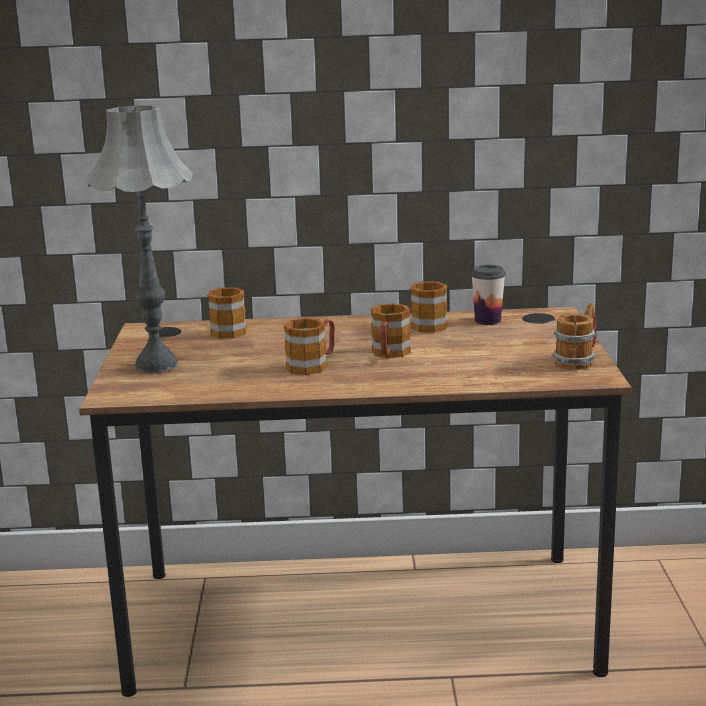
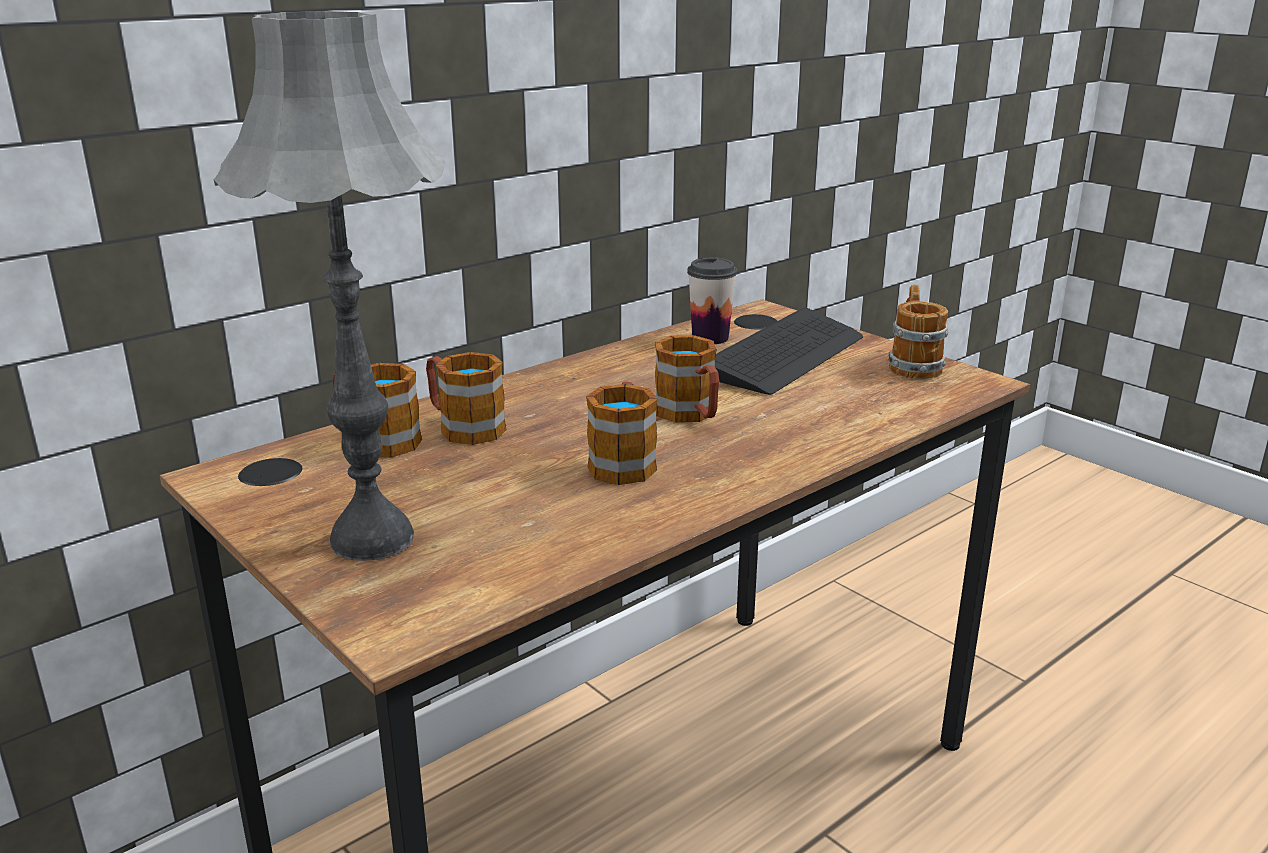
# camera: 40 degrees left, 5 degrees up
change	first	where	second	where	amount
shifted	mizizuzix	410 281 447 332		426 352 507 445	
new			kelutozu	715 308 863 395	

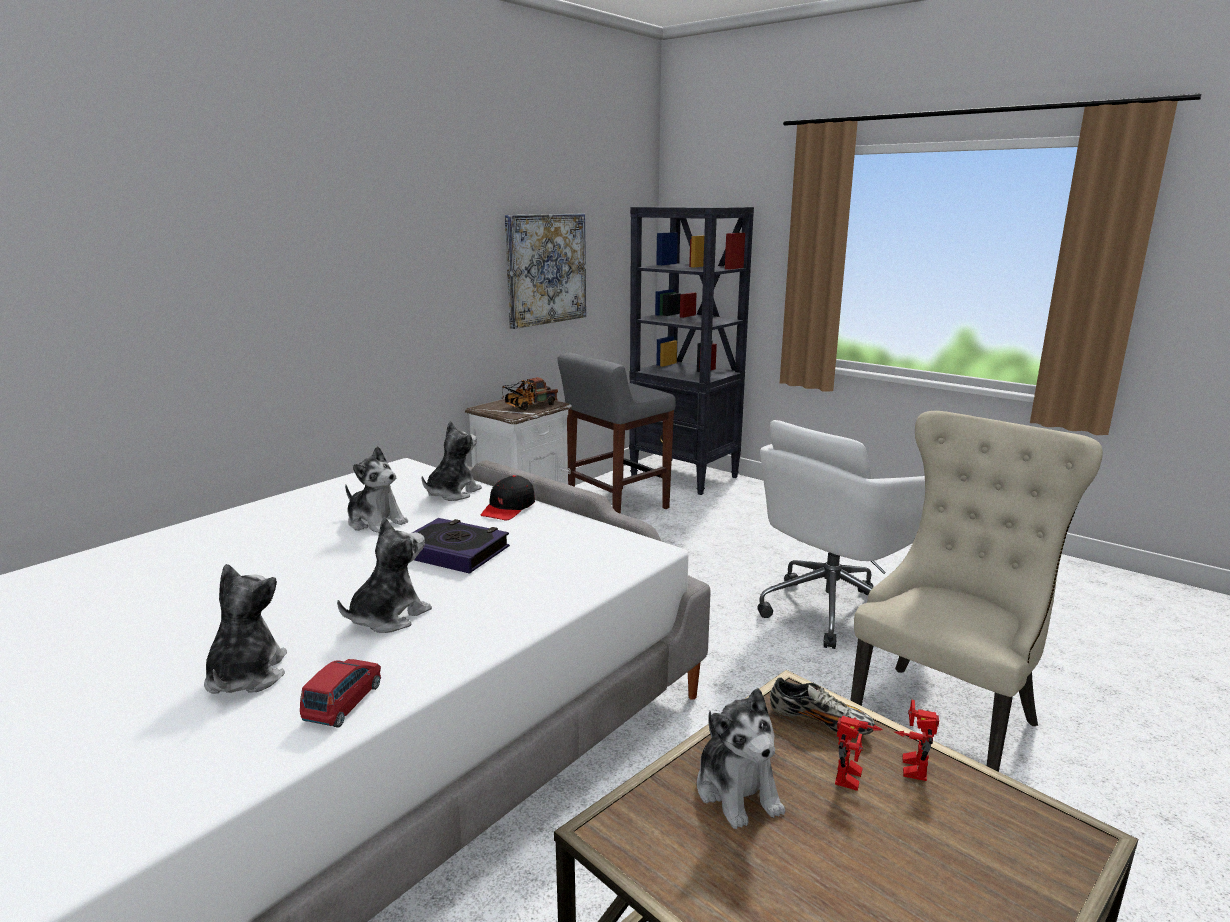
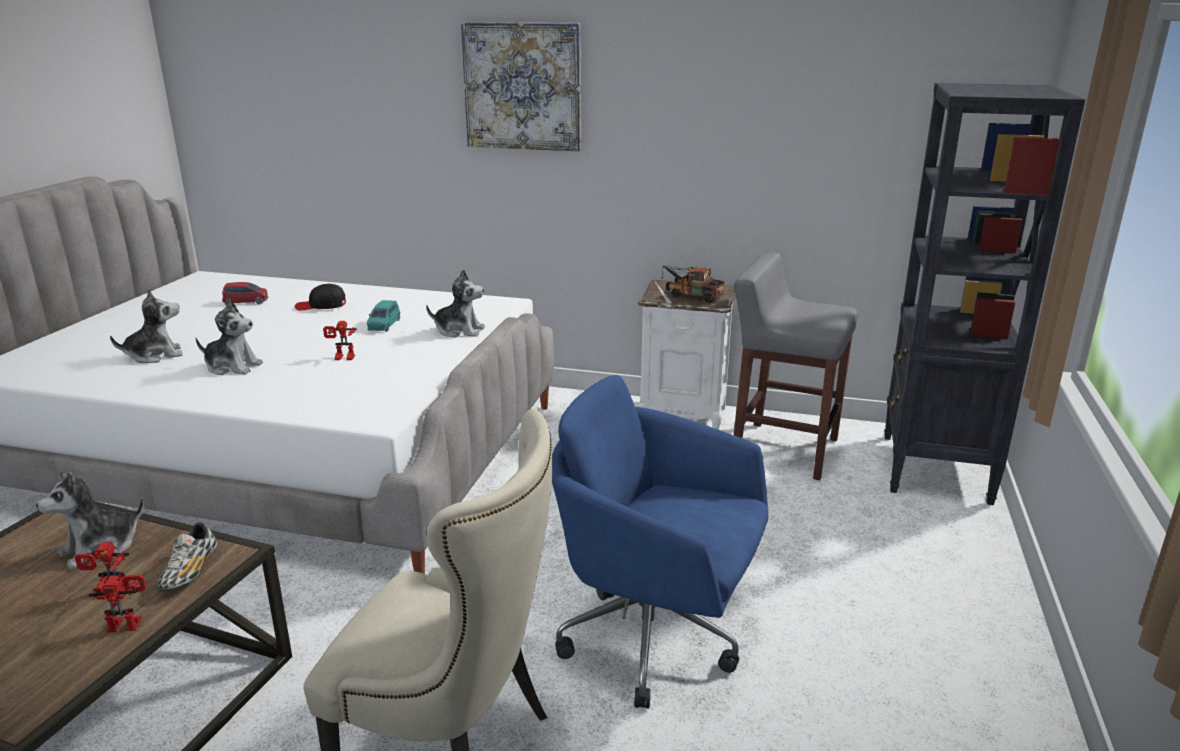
# camera: 65 degrees right, 5 degrees up
change	first	where	second	where	amount
shifted	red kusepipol	300 659 381 728		222 282 268 305	
swapped	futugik	345 446 408 533	turquoise kusepipol	367 300 400 332	
swapped	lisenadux	412 518 510 574	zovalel	323 321 357 360	
shifted	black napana	481 475 535 520		295 283 346 310	
shifted	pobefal	505 213 586 329		461 22 581 151	
repainted	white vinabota	758 420 925 649	blue vinabota	552 375 768 709	

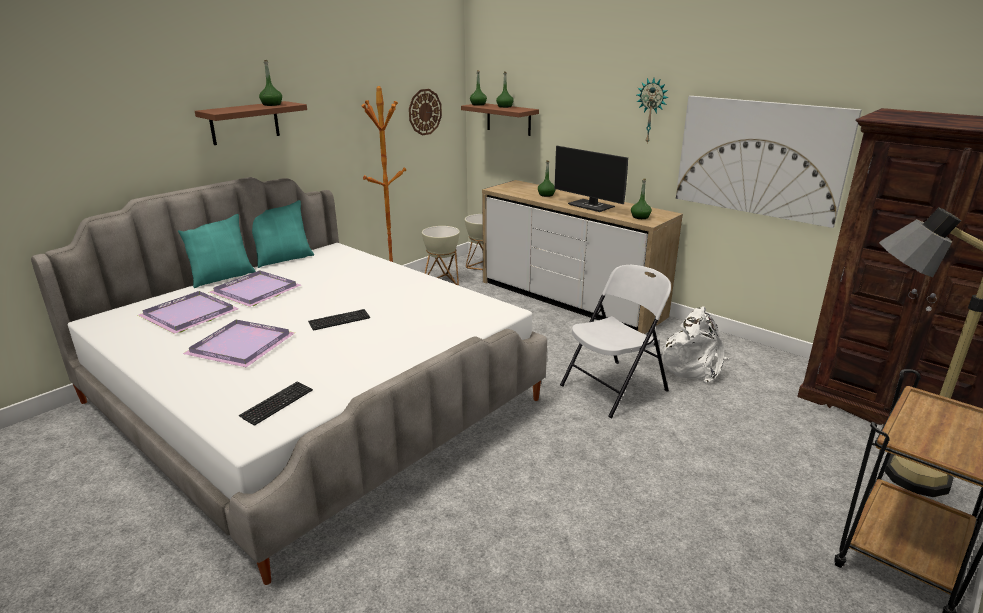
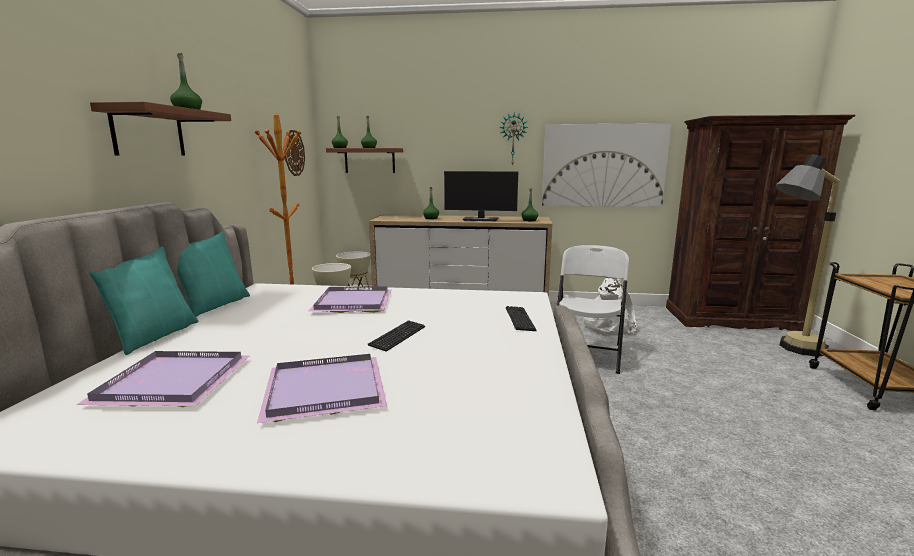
# camera: 35 degrees left, 10 degrees down
change	first	where	second	where	amount
shifted	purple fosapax	209 270 301 307		309 286 392 313	
shifted	kelutozu	239 381 313 426		506 306 537 331	

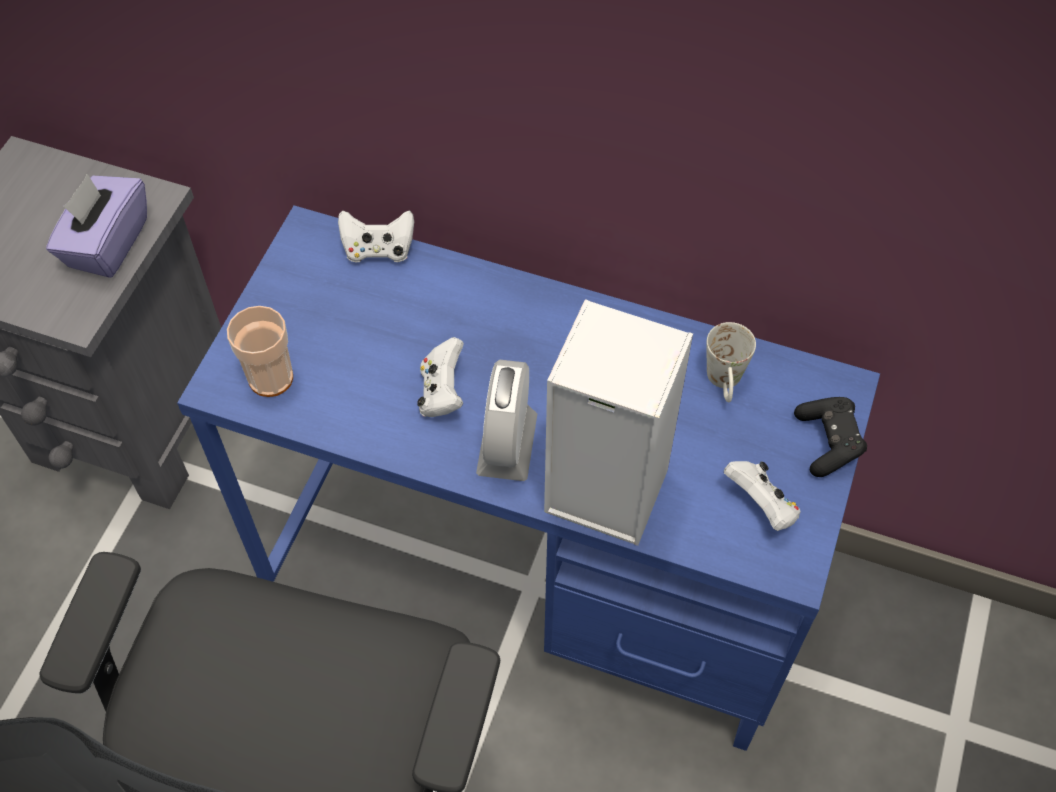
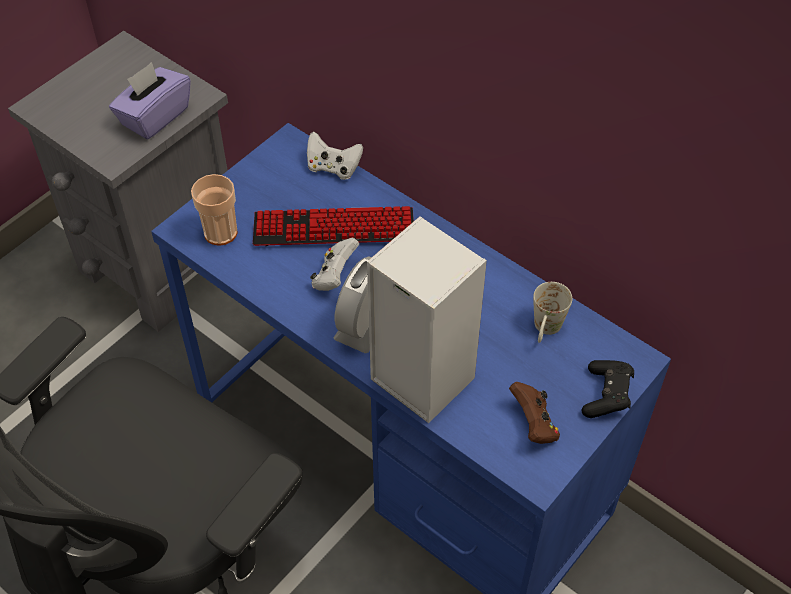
# camera: 20 degrees right, 5 degrees down
change	first	where	second	where	amount
repainted	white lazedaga	724 461 801 531	brown lazedaga	509 382 560 444	
new			kelutozu	253 206 414 246	

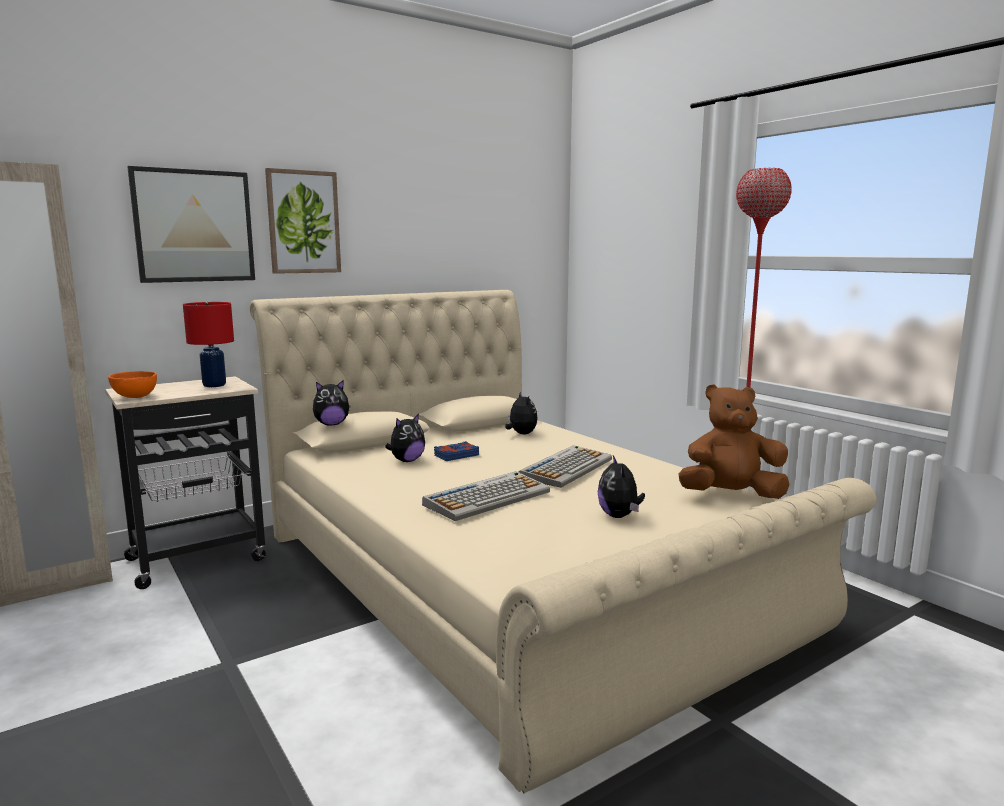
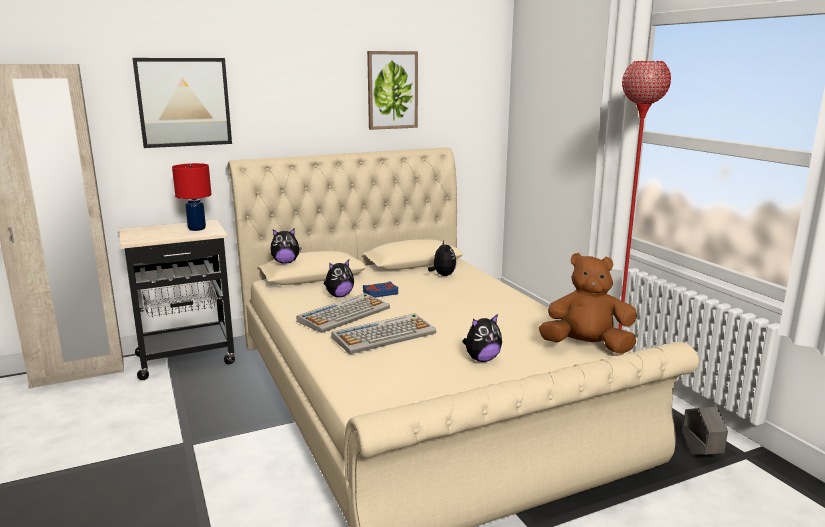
# camera: 10 degrees right, 5 degrees up
change	first	where	second	where	amount
gone	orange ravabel	108 371 157 398			
shifted	pobefal	265 168 341 274		367 51 418 130	
shifted	kelutozu	518 445 612 488		297 293 390 333	
rotated	futugik	598 455 645 518		462 314 502 362	120 degrees counterclockwise
new			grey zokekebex	682 407 728 455	

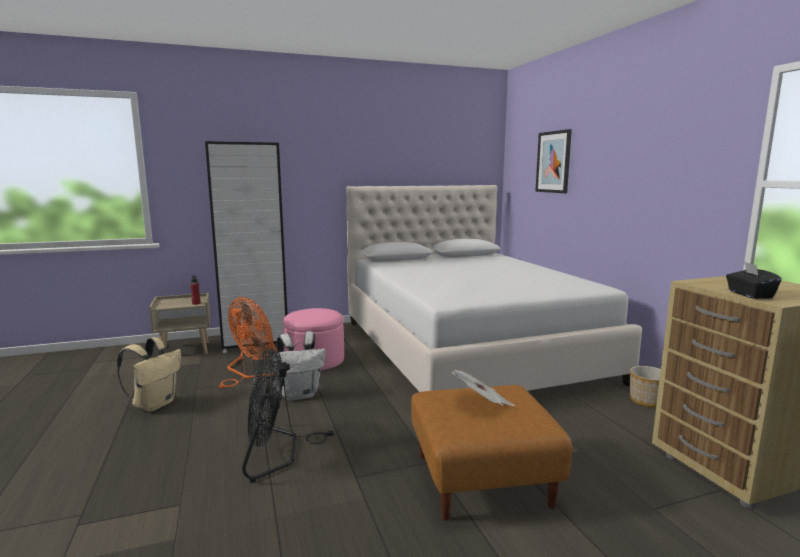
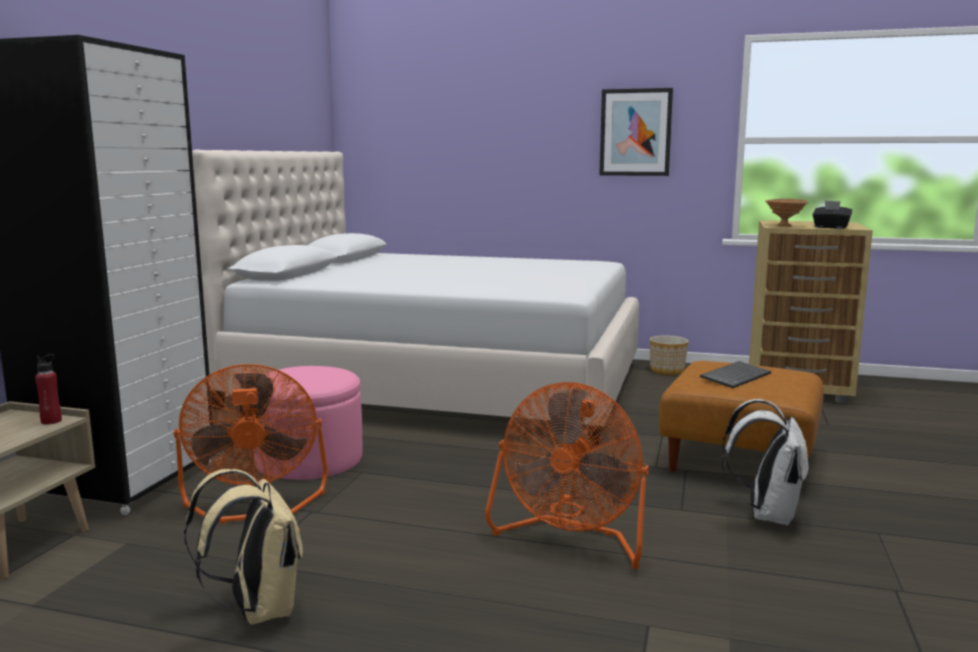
# camera: 55 degrees left, 0 degrees up
change	first	where	second	where	amount
repainted	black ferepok	242 348 335 483	orange ferepok	485 382 649 569	
shifted	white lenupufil	274 331 326 401		722 399 809 526	
swapped	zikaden	451 370 515 406	kelutozu	700 361 771 388	
shifted	pobefal	535 129 572 193		599 88 673 176	
new			brown ravabel	765 199 808 226	

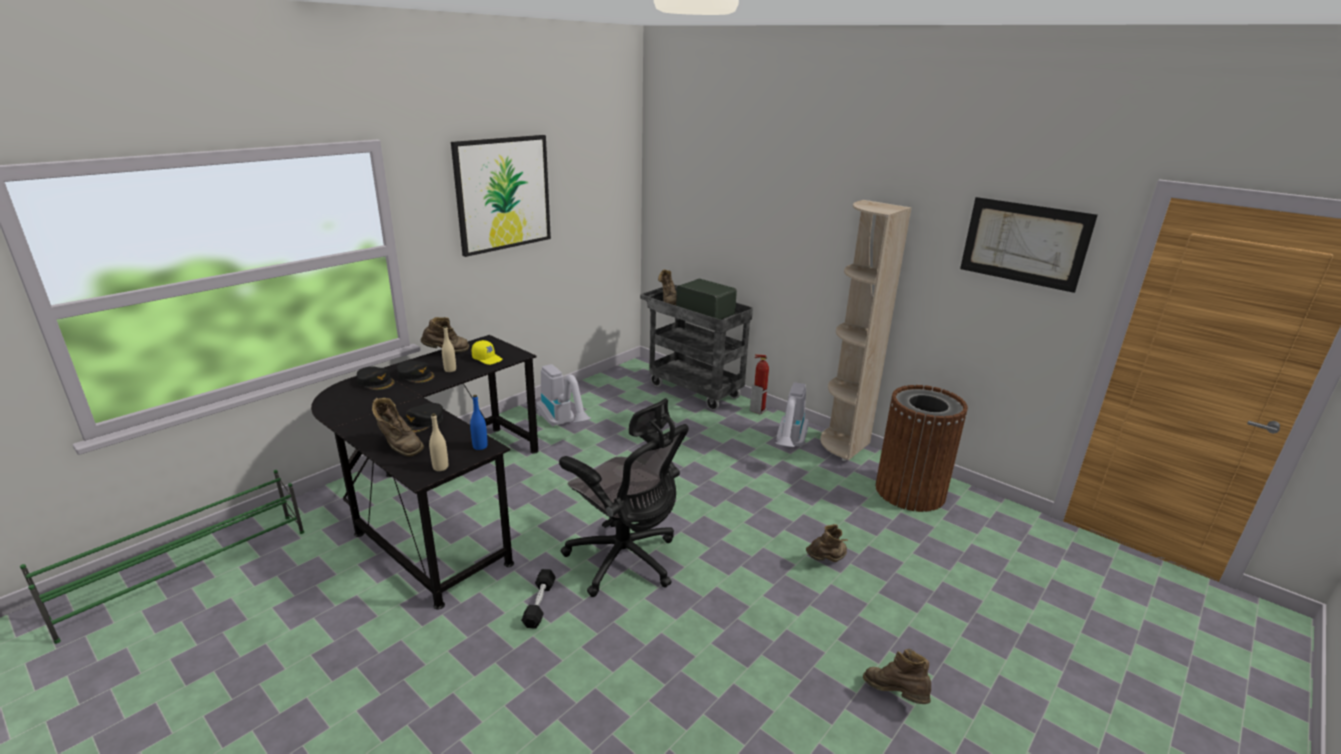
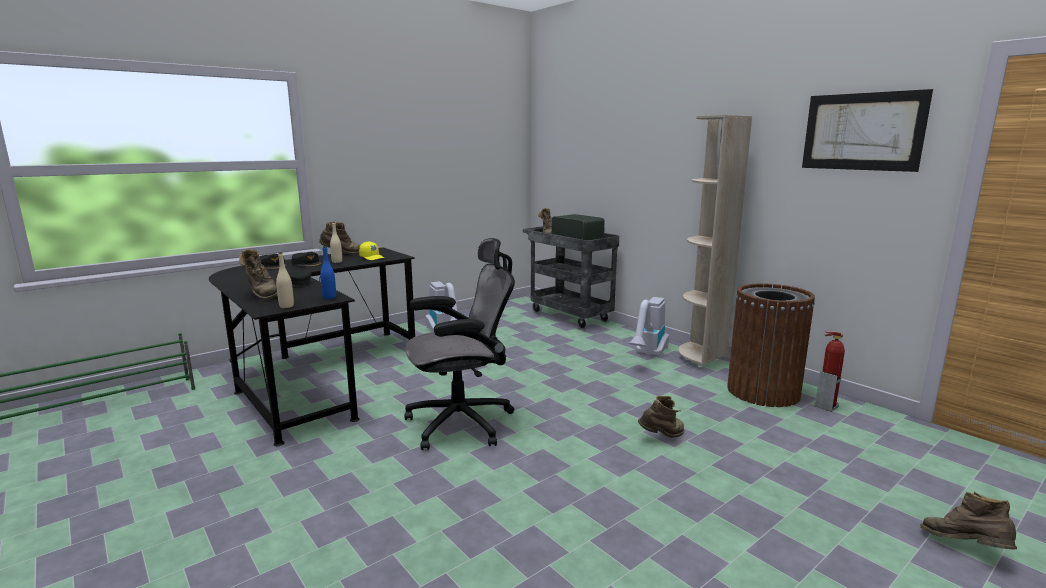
# camera: 10 degrees right, 10 degrees down
change	first	where	second	where	amount
gone	pobefal	451 135 551 257			
gone	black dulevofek	521 569 556 629			
rotated	vinabota	559 398 689 597		404 238 515 450	75 degrees counterclockwise
shifted	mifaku	750 354 769 415		815 331 845 412	
shifted	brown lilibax	863 649 931 704		920 492 1017 549	

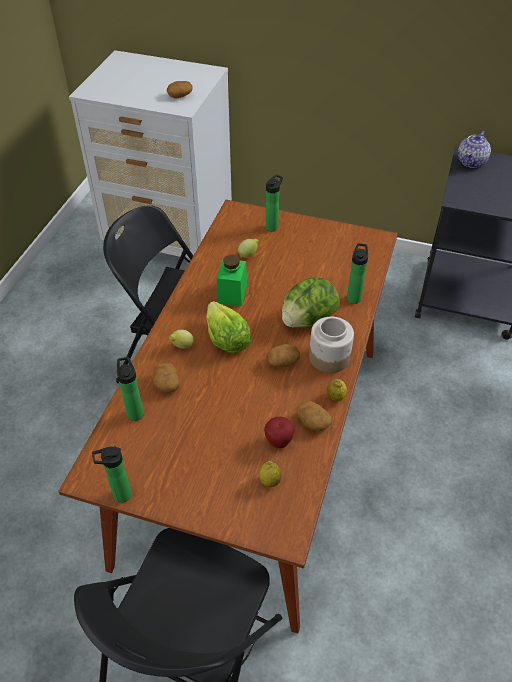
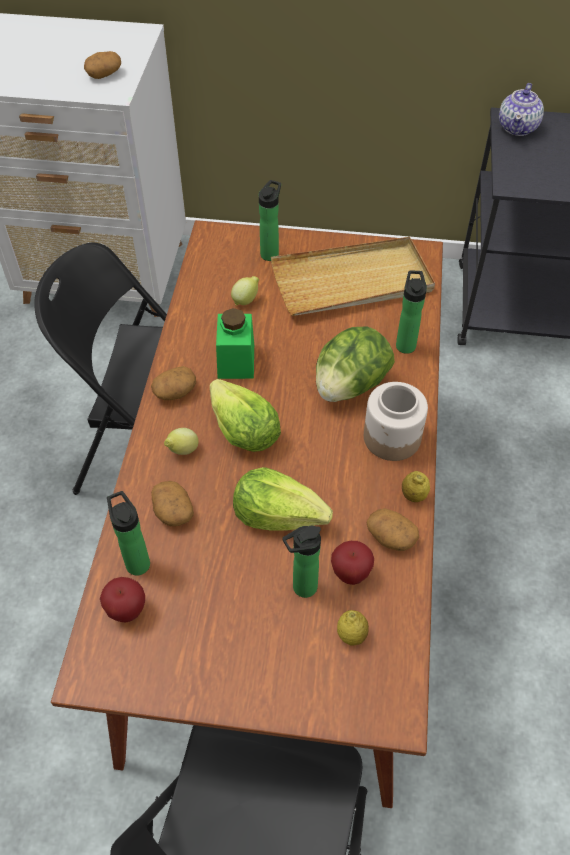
# camera: 10 degrees left, 5 degrees up
change	first	where	second	where	amount
shifted	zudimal	92 446 132 503		282 526 321 598	
shifted	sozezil	266 344 300 368		151 366 196 400	
new			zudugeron	100 577 145 623	
new			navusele	233 467 333 530	
new			beige fosapax	271 237 435 316	

